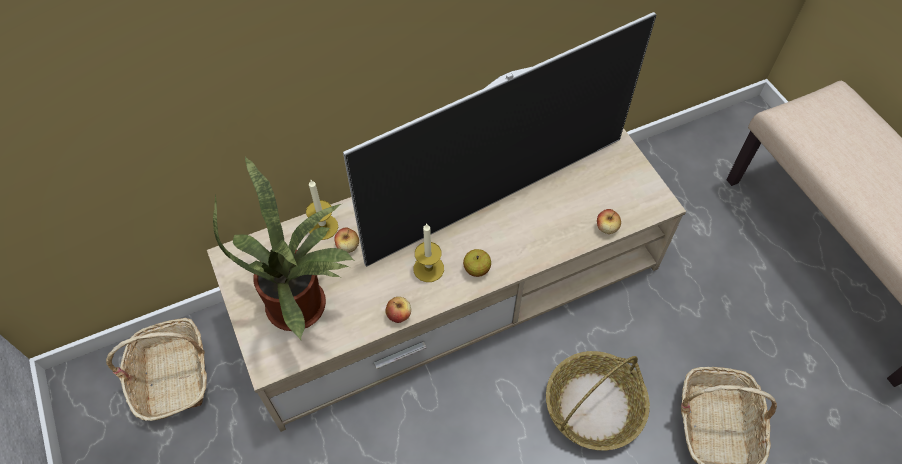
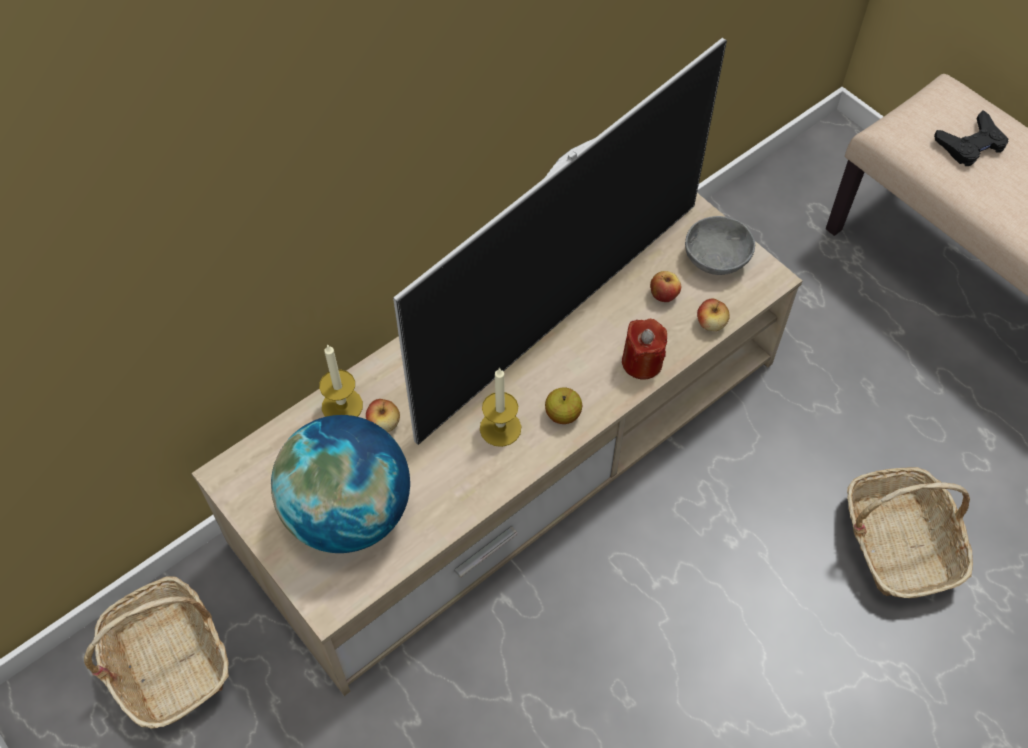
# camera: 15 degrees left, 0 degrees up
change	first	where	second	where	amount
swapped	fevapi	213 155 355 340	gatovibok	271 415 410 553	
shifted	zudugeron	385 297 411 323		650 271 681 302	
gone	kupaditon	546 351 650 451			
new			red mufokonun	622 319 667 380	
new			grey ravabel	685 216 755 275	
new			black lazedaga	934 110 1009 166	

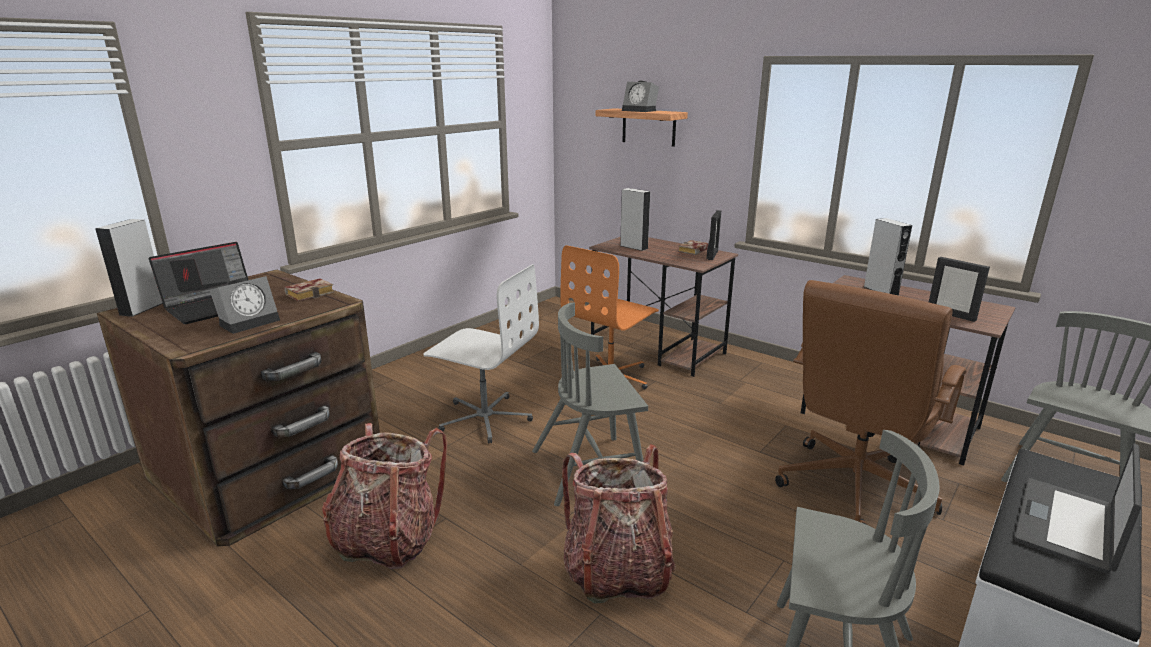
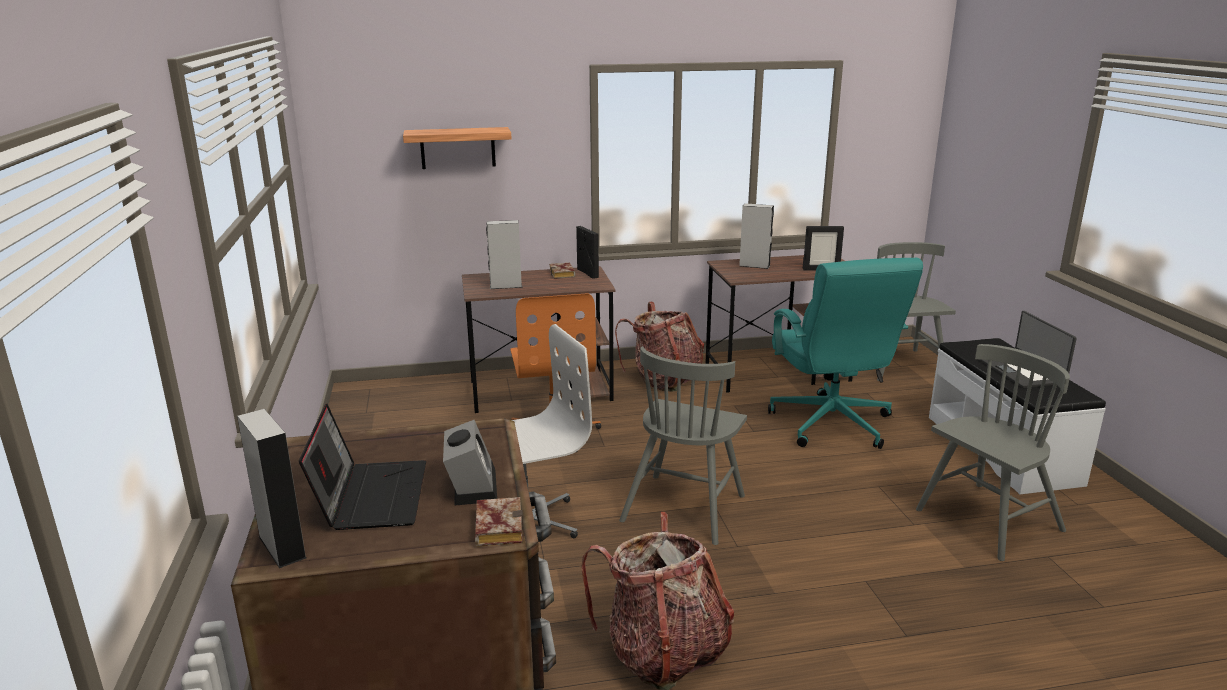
# camera: 50 degrees left, 0 degrees up
change	first	where	second	where	amount
shifted	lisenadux	284 279 334 302		475 497 523 547	
shifted	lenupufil	562 444 676 604		615 302 704 392	
gone	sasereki	622 81 659 112			
repainted	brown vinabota	775 280 967 525	turquoise vinabota	768 258 923 449	

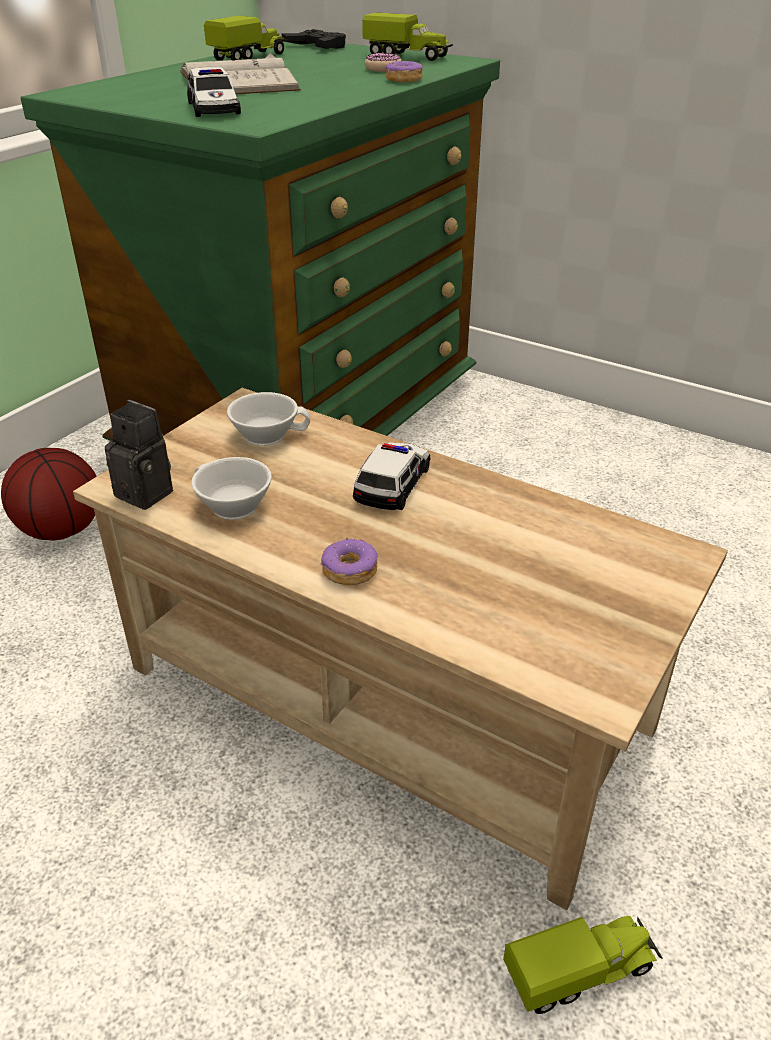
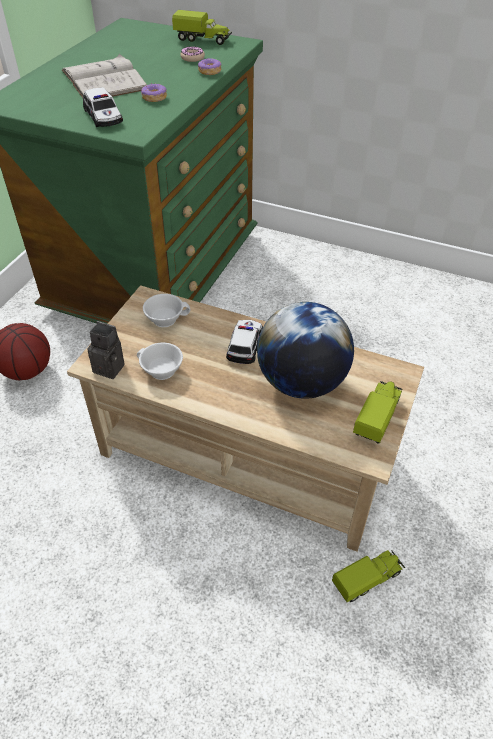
# camera: 10 degrees left, 10 degrees up
change	first	where	second	where	amount
shifted	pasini	204 16 287 61		353 381 402 444	
gone	black lazedaga	282 29 346 49			
shifted	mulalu	321 537 378 586		141 83 167 102	
new			gatovibok	257 302 354 399	

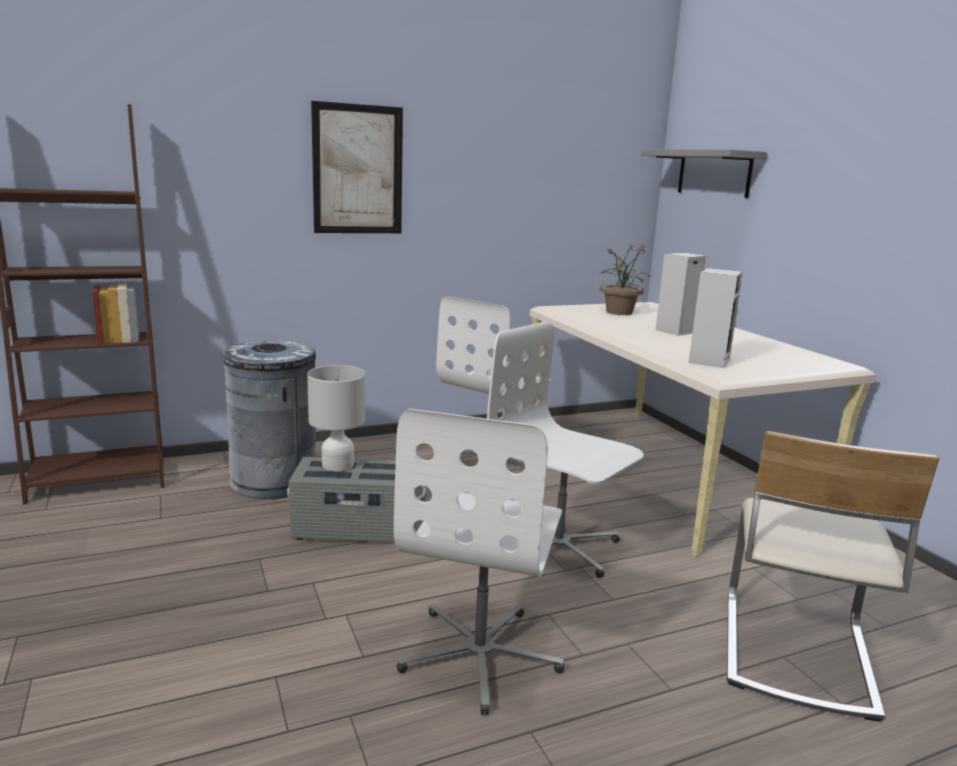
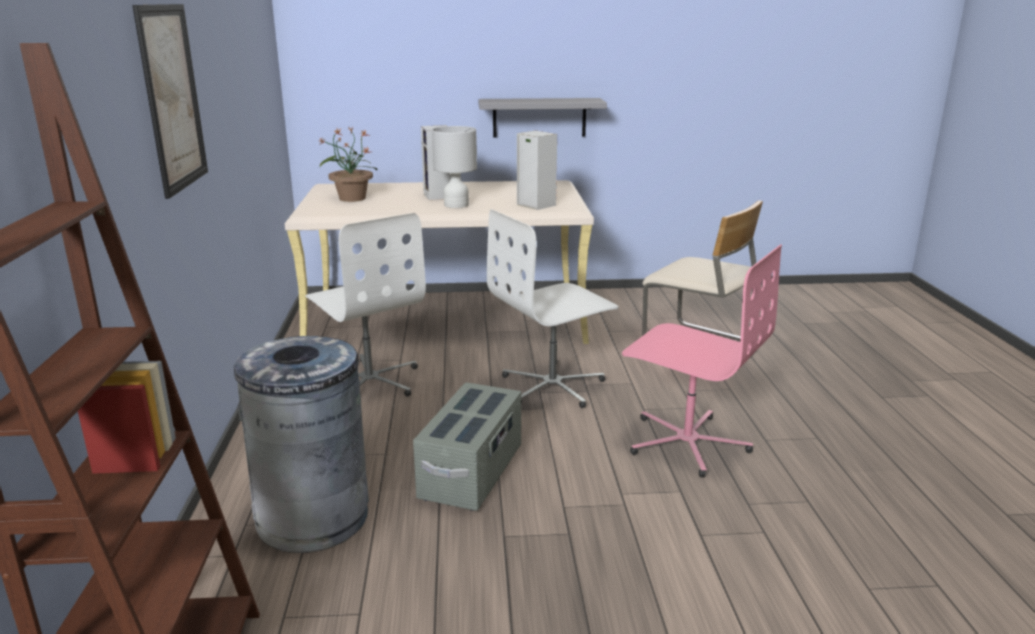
# camera: 70 degrees left, 5 degrees up
change	first	where	second	where	amount
shifted	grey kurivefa	307 365 365 472		432 126 477 208	
repainted	white vinabota	394 409 565 715	pink vinabota	622 245 782 478	
shifted	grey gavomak	641 149 767 198		479 98 607 138	

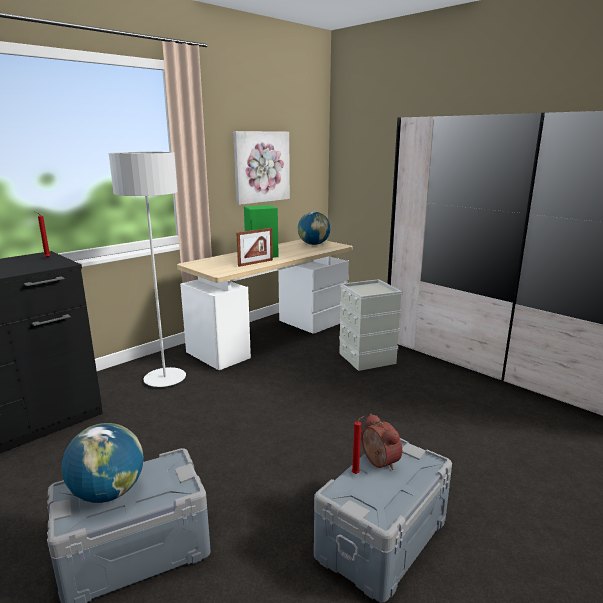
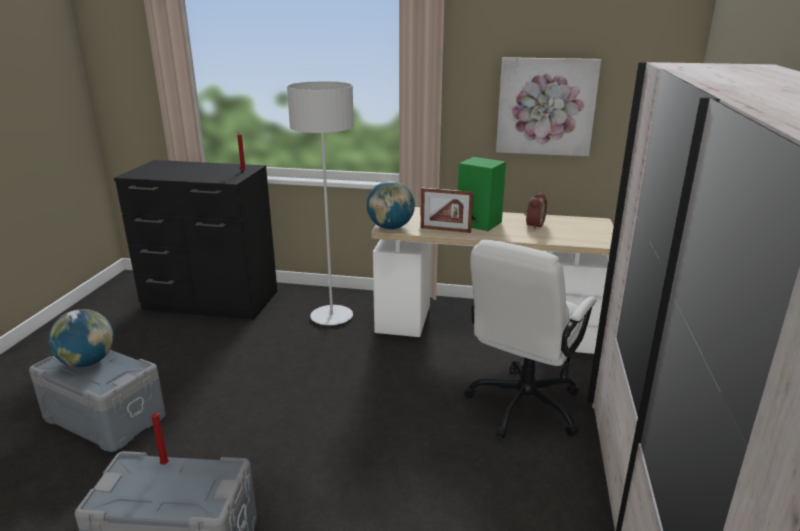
# camera: 55 degrees right, 5 degrees up
change	first	where	second	where	amount
shifted	gatovibok	298 212 330 245		367 181 415 229	
swapped	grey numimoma	339 279 403 371	white vinabota	464 240 596 438	
shifted	sasereki	361 413 402 470		524 192 547 230	

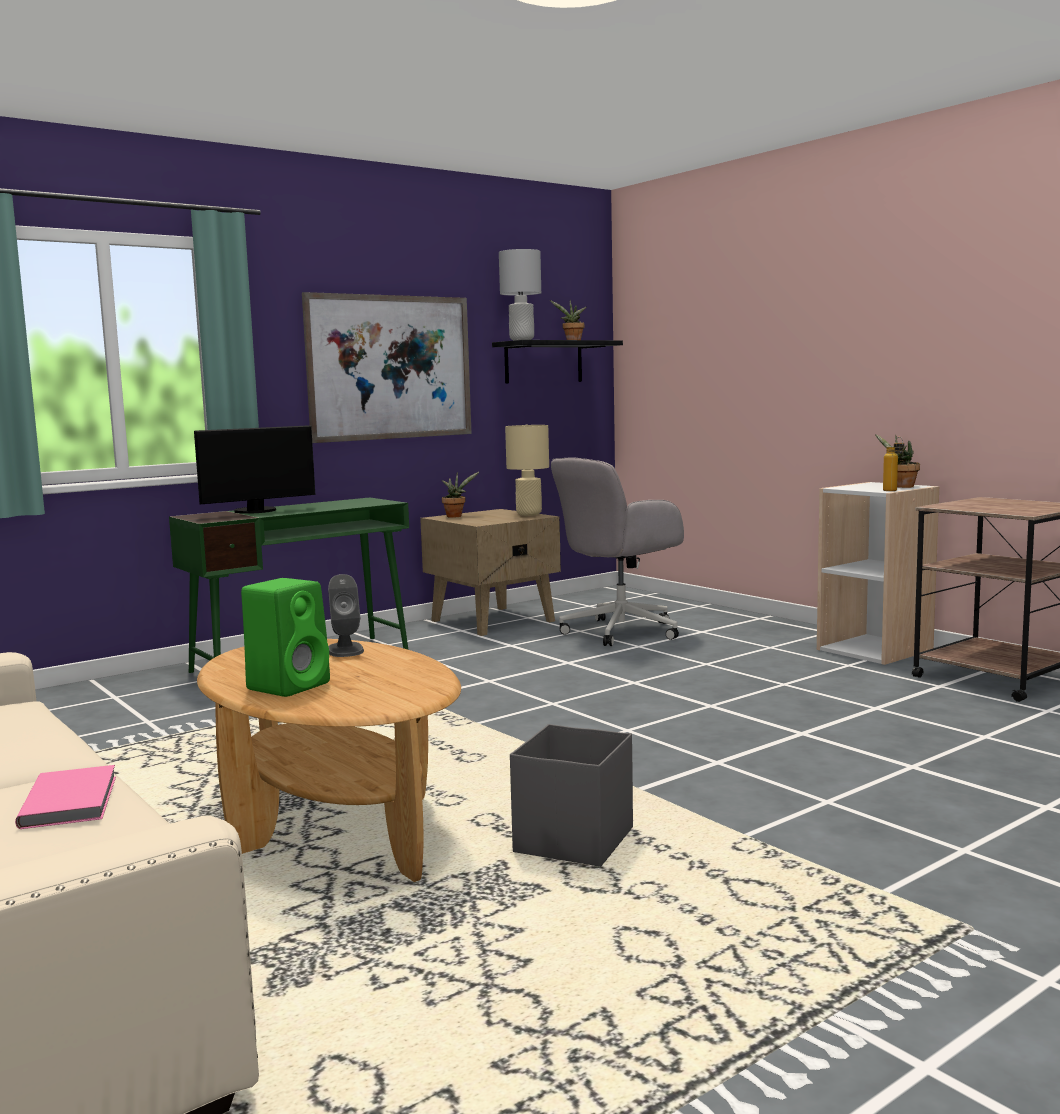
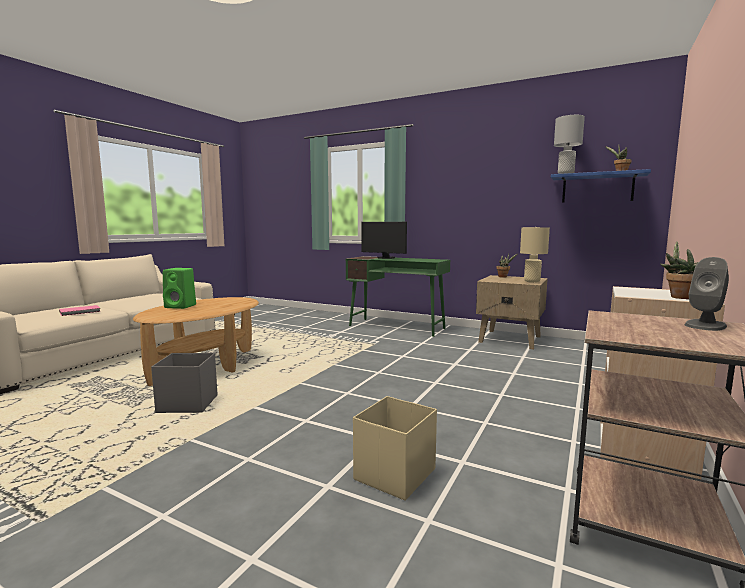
# camera: 65 degrees right, 0 degrees up
change	first	where	second	where	amount
gone	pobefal	302 292 472 443			
shifted	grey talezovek	328 574 364 657		684 257 729 331	
repainted	black gavomak	492 340 623 383	blue gavomak	551 169 651 202	
gone	grey vinabota	551 458 684 646			
gone	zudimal	883 437 904 491			
new			beige numimoma	353 396 437 501	

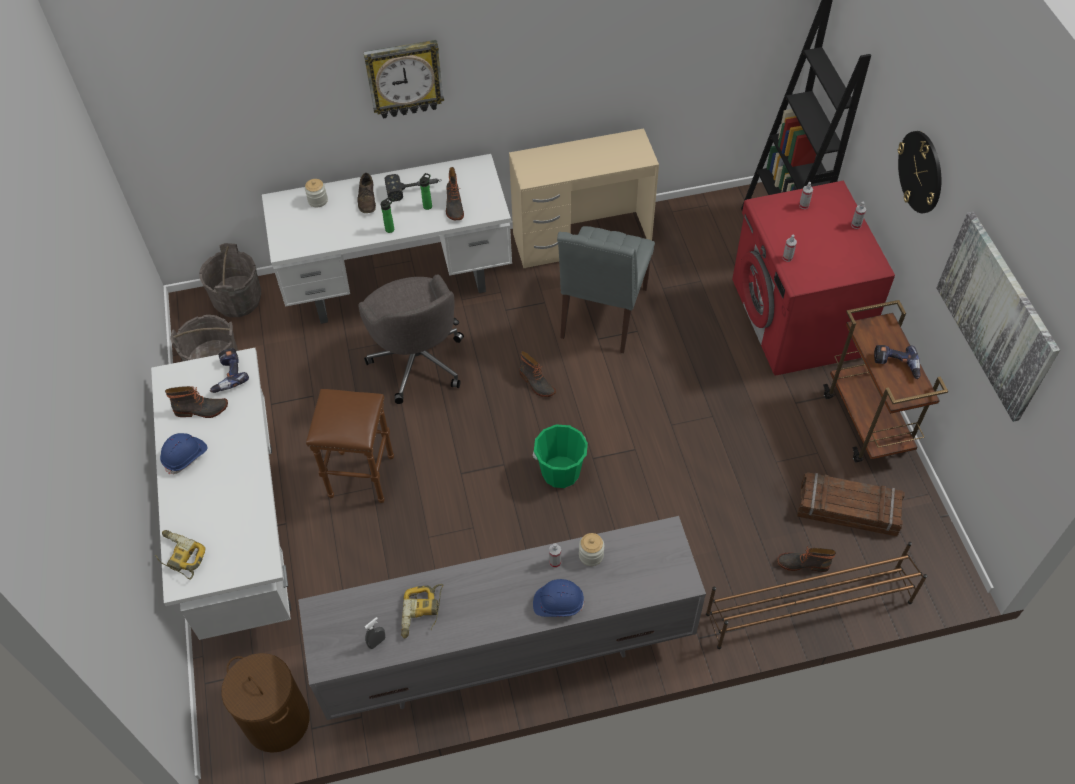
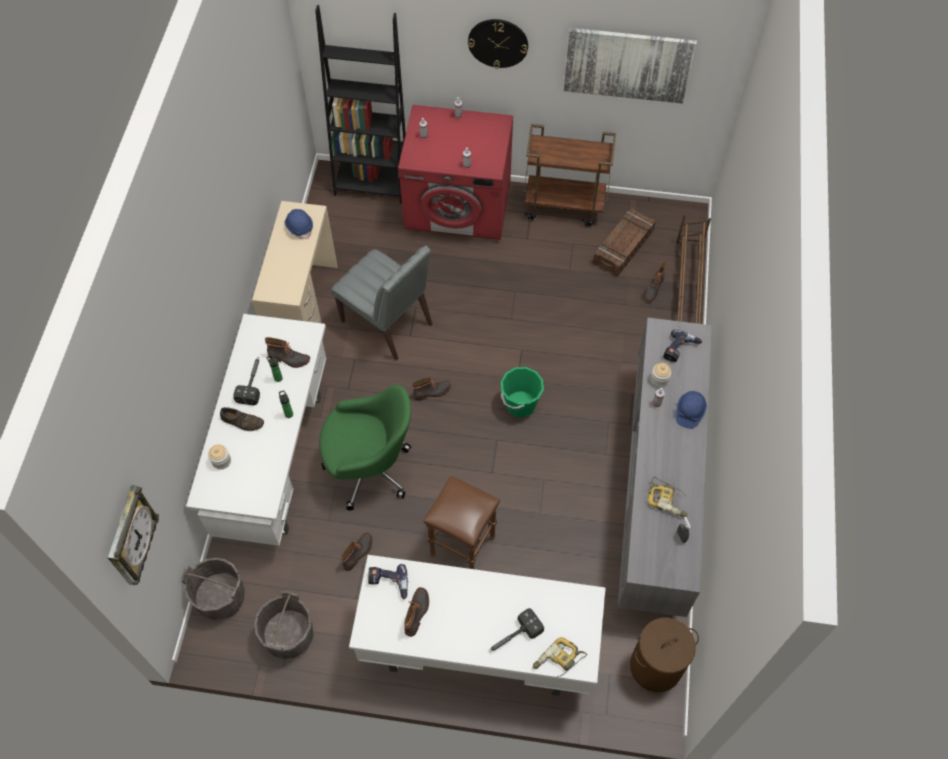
# camera: 70 degrees left, 5 degrees up
change	first	where	second	where	amount
shifted	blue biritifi	160 433 208 475		285 209 313 239	
repainted	grey vinabota	358 274 464 404	green vinabota	319 385 411 511	
shifted	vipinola	364 40 444 119		107 485 159 585	
shifted	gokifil	874 345 921 379		663 330 702 362	
new			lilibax	341 532 372 571	
new			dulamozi	489 608 544 652	

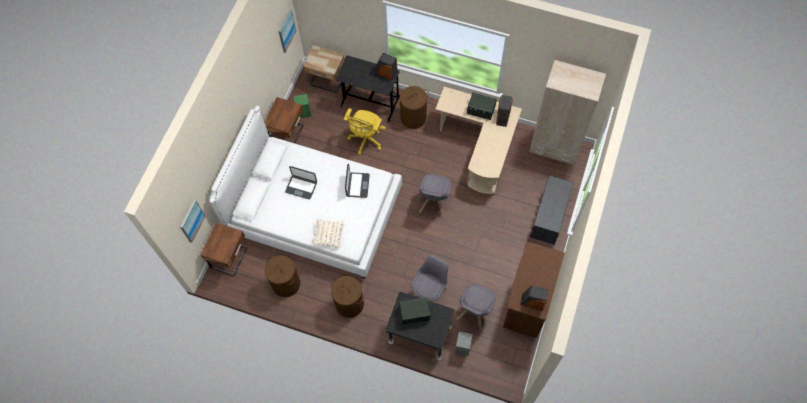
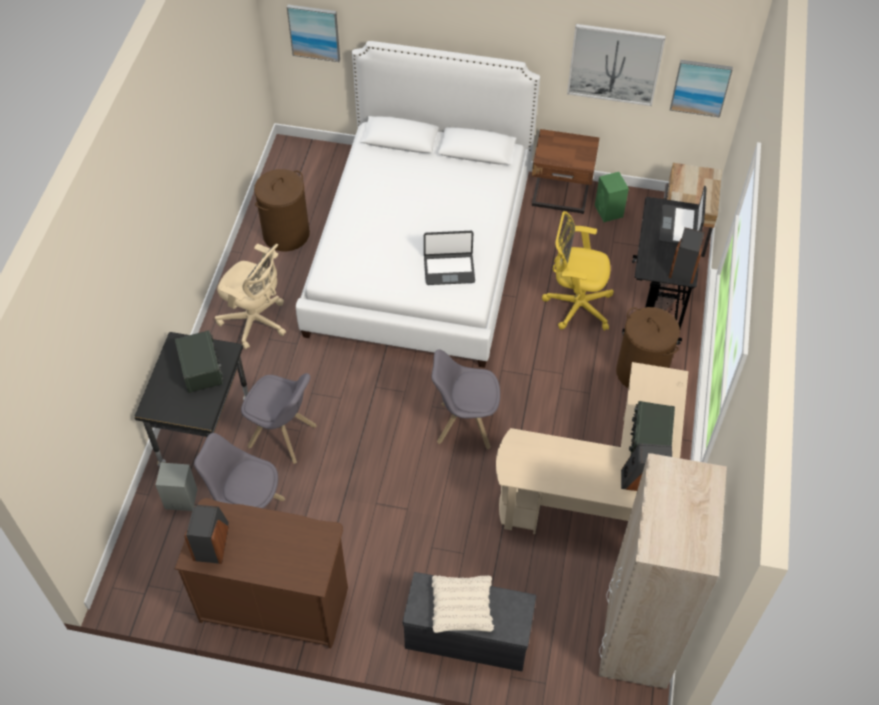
# camera: 80 degrees right, 10 degrees down
change	first	where	second	where	amount
gone	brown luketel	201 223 247 276			
shifted	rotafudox	285 166 317 200		659 186 707 244	
shifted	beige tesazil	312 219 344 248		432 575 494 633	
swapped	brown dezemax	331 276 364 318	beige vinabota	215 244 286 350	
new			pobefal	567 24 666 106	

